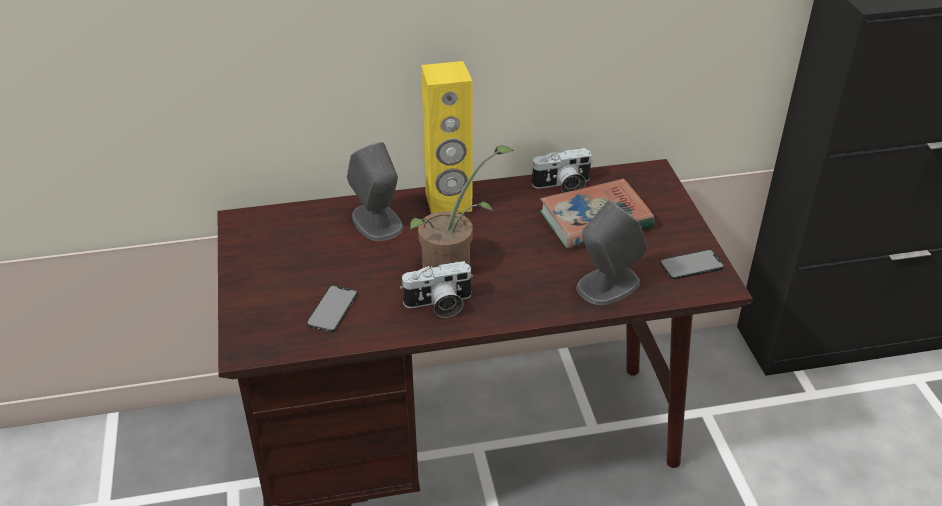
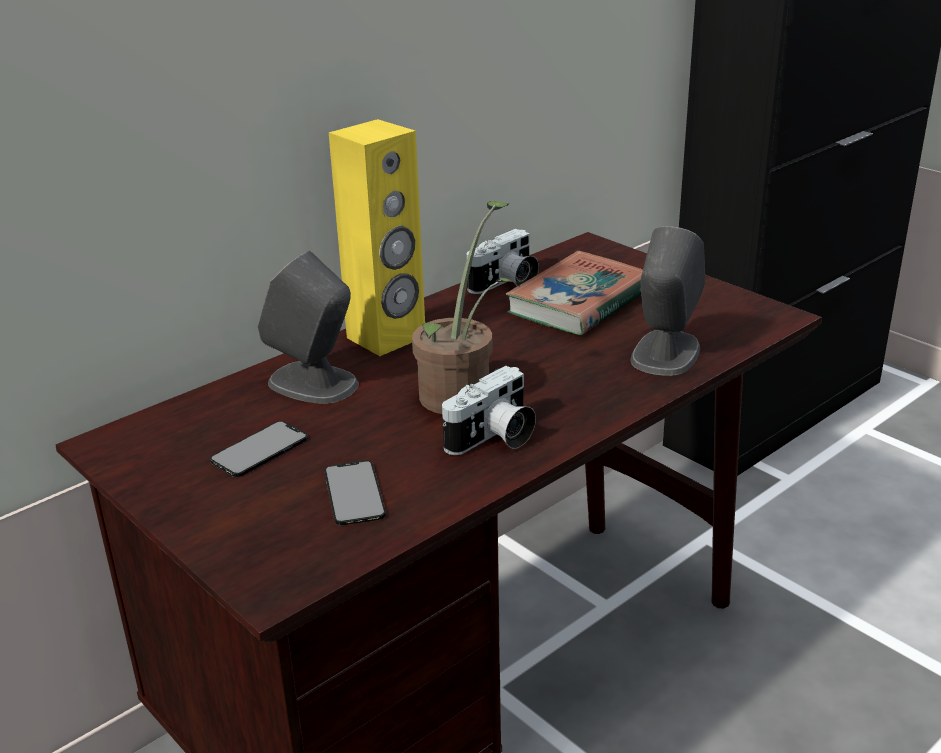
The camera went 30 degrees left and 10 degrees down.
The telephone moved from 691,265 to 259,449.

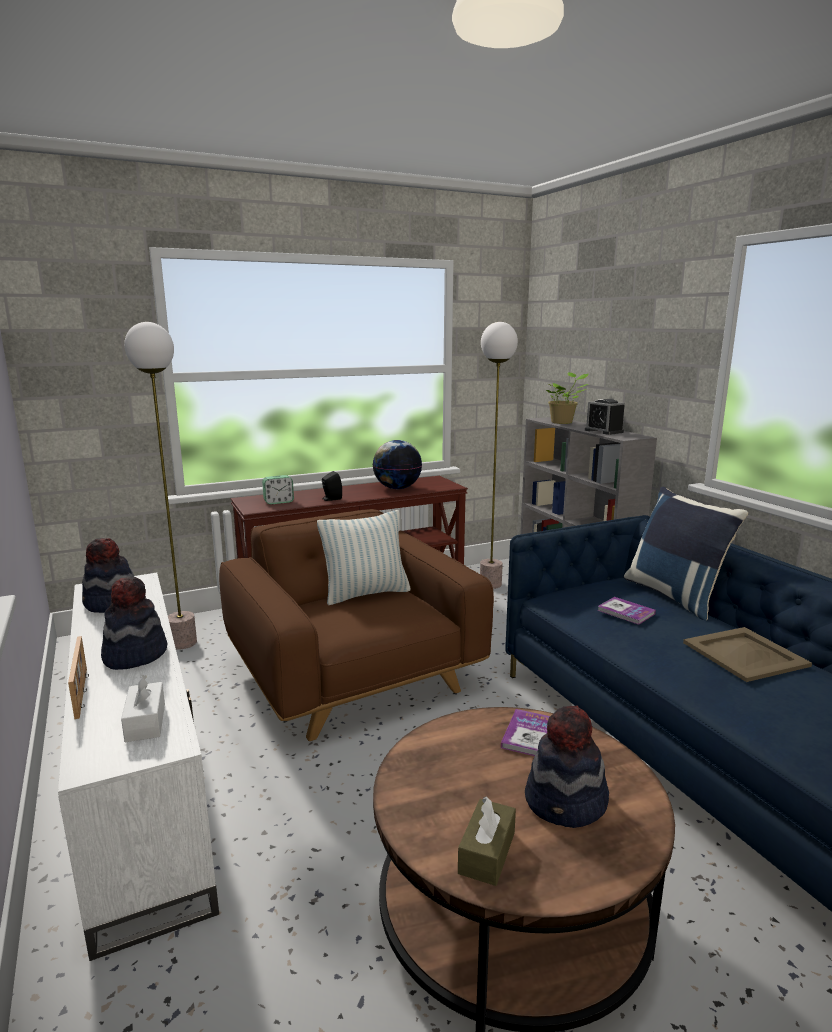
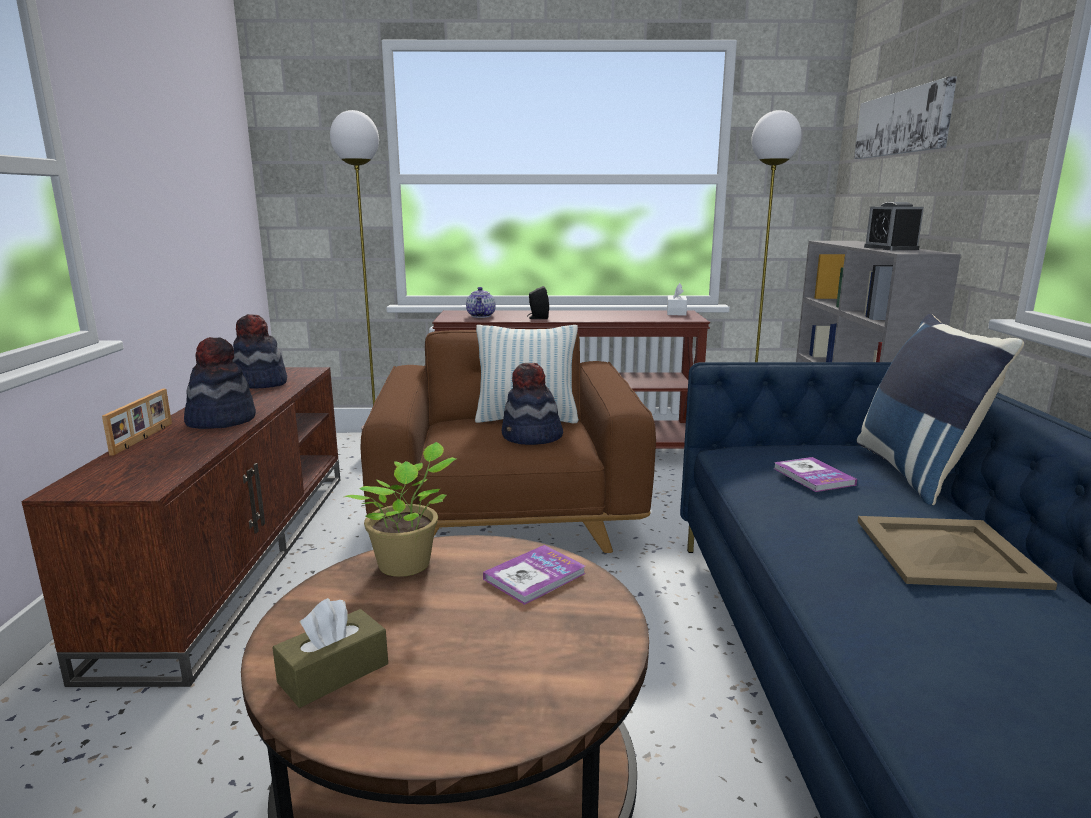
The camera went 25 degrees right and 0 degrees up.
The world globe at 397,488 disappeared.
The wall art at 902,123 appeared.
The whitish tissue holder moved from 145,722 to 676,312.
The wearable hat moved from 566,802 to 531,437.
The plant in a pot moved from 563,422 to 408,565.
The bedside clock at 278,502 was replaced by the pot for tea at 481,316.
The whitish tv stand at 138,778 became the brown-coloured tv stand at 238,554.

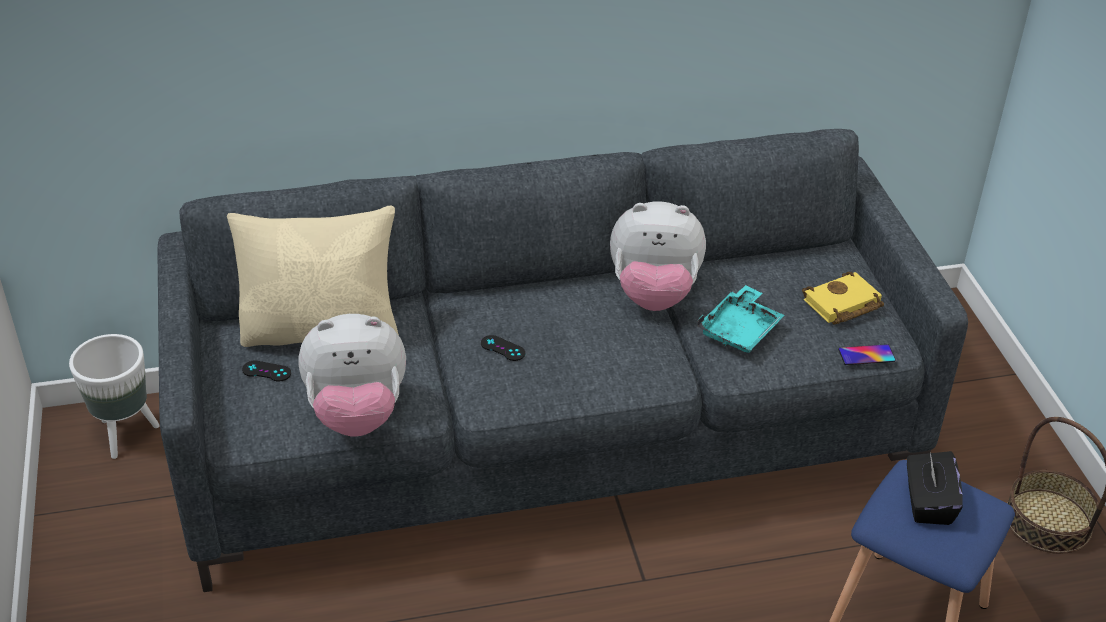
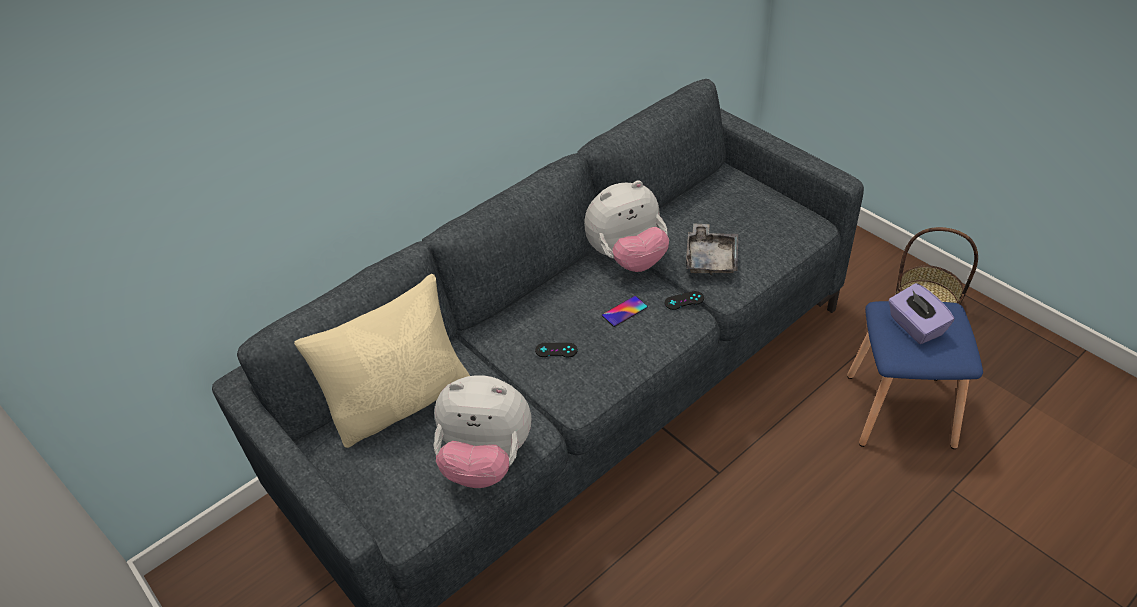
The camera went 25 degrees left and 5 degrees up.
The whitish plant pot at 125,434 disappeared.
The yellow book at 842,305 disappeared.
The blackish gamepad moved from 266,371 to 684,300.
The telephone moved from 866,355 to 624,311.
The blue-green tray at 740,330 became the greyish tray at 711,258.
The blackish tissue holder at 927,503 became the purplish tissue holder at 915,326.
The soft toy at 357,414 turned 45 degrees clockwise.

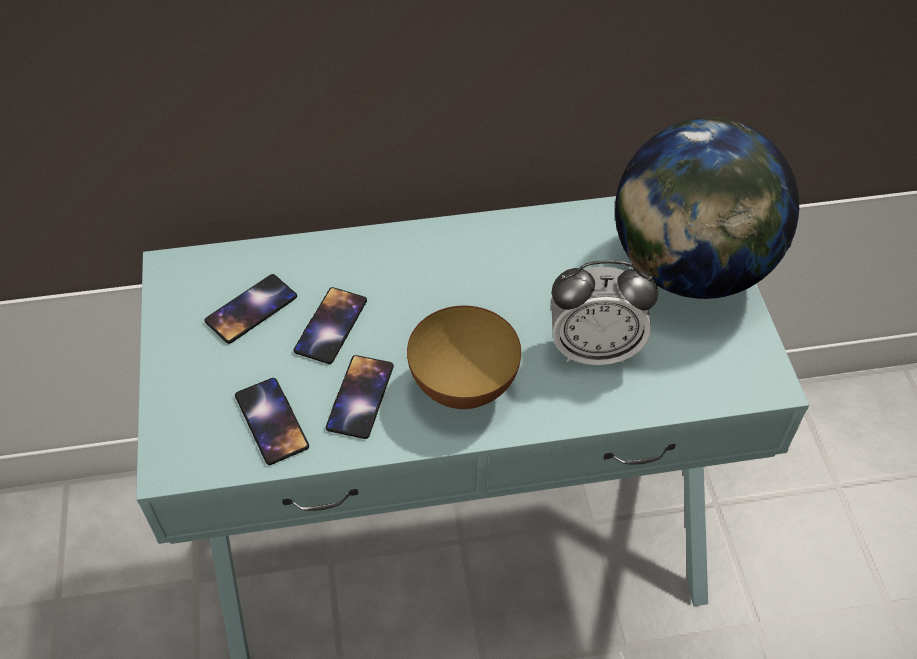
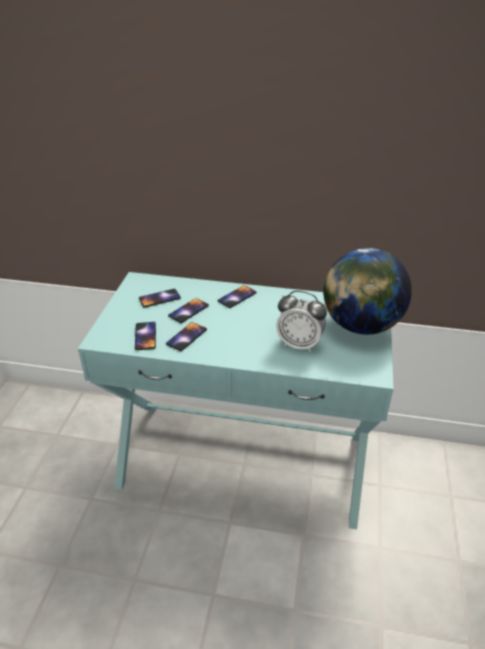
The camera went 20 degrees right and 15 degrees down.
The deep dish at 463,386 disappeared.
The telephone at 237,297 appeared.

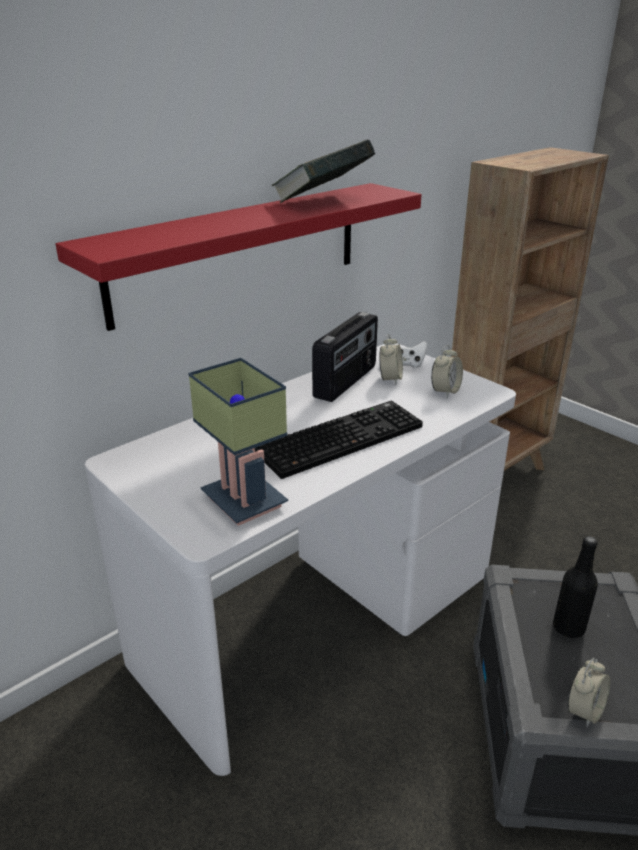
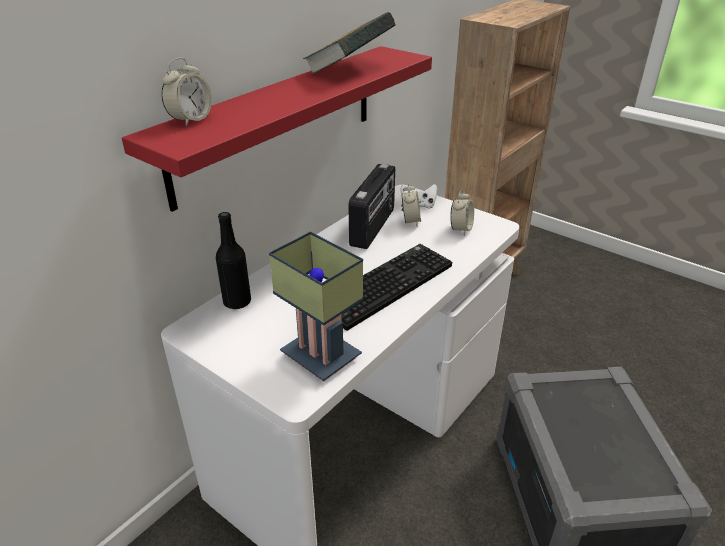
The camera went 10 degrees left and 5 degrees up.
The blackish drink bottle moved from 568,628 to 237,302.
The bedside clock moved from 584,711 to 191,120.

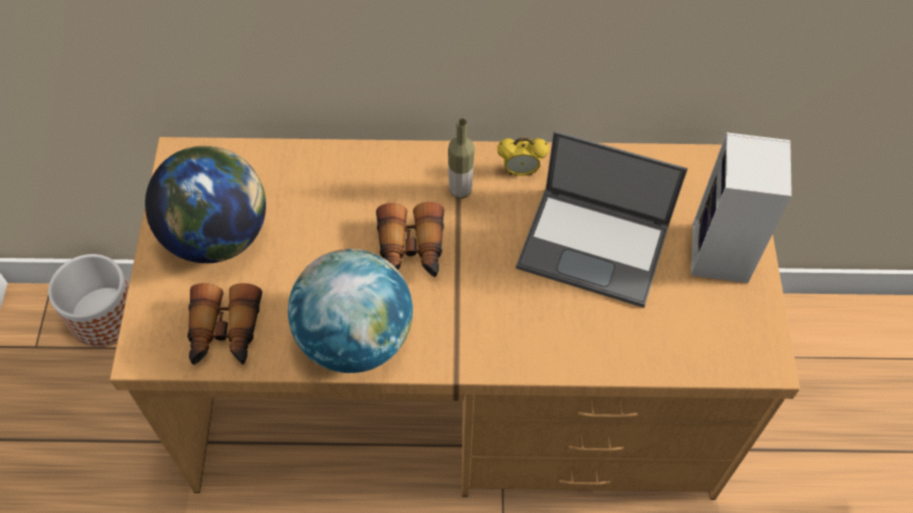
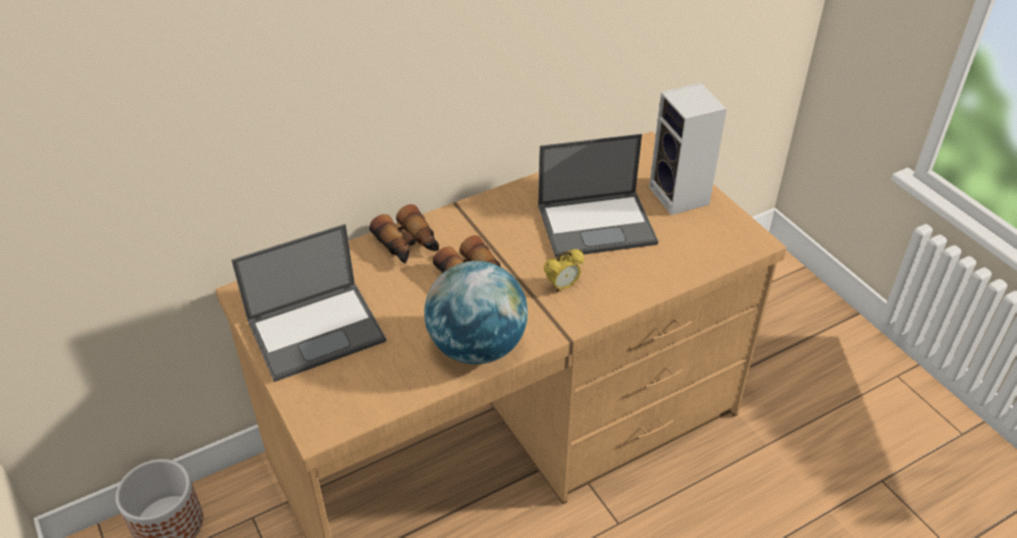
The camera went 30 degrees left and 15 degrees down.
The drink bottle at 460,190 disappeared.
The binoculars moved from 224,333 to 408,245.
The bedside clock moved from 520,171 to 562,286.
The world globe at 218,235 was replaced by the laptop at 317,330.

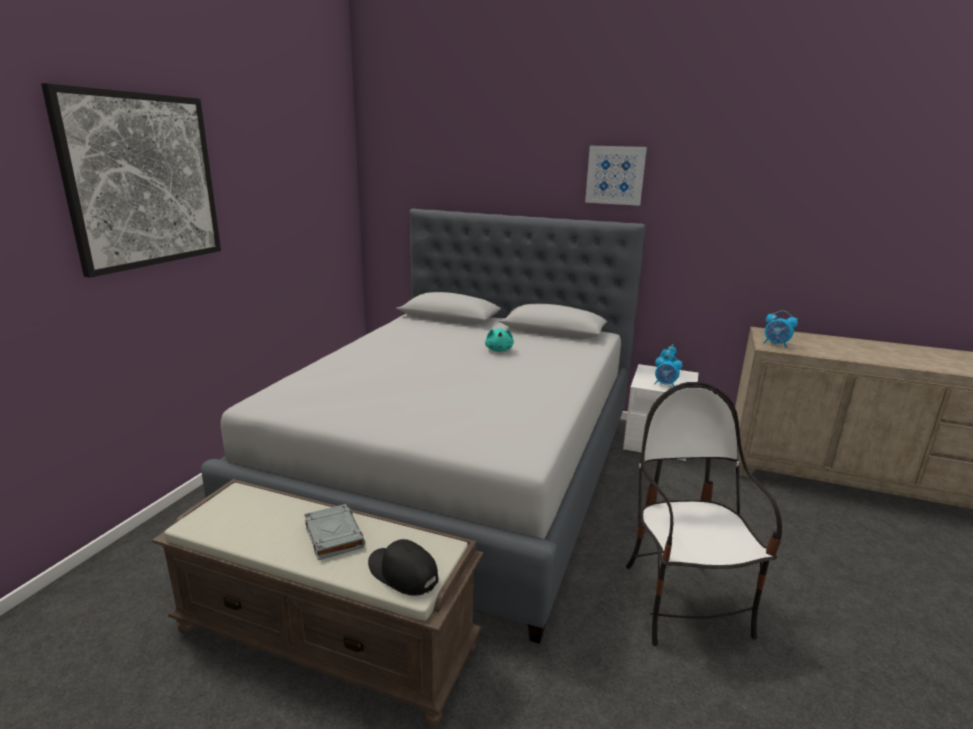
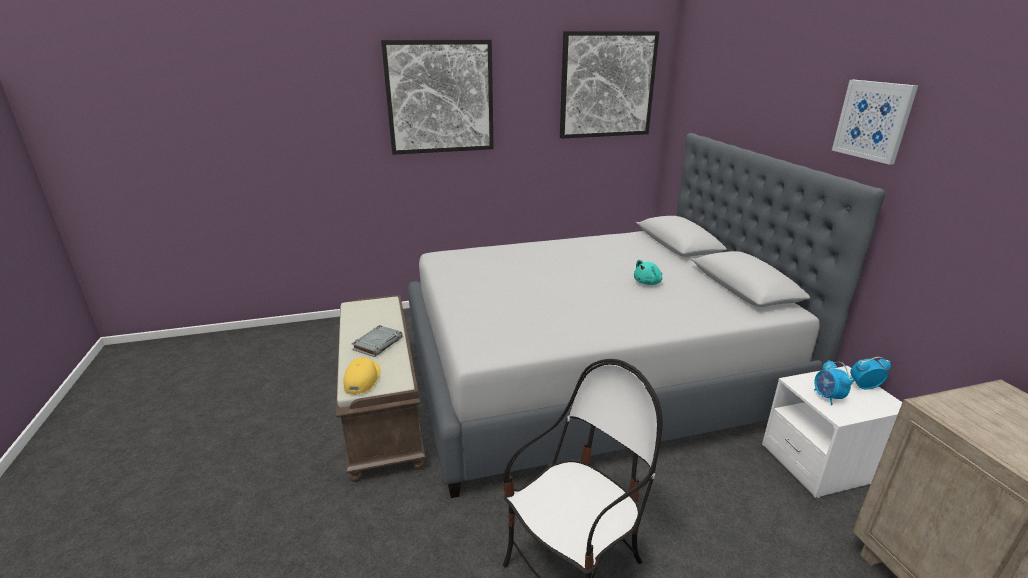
The camera went 55 degrees right and 5 degrees up.
The bedside clock at 776,344 disappeared.
The wall art at 607,85 appeared.
The blackish cap at 402,573 became the yellow cap at 363,379.

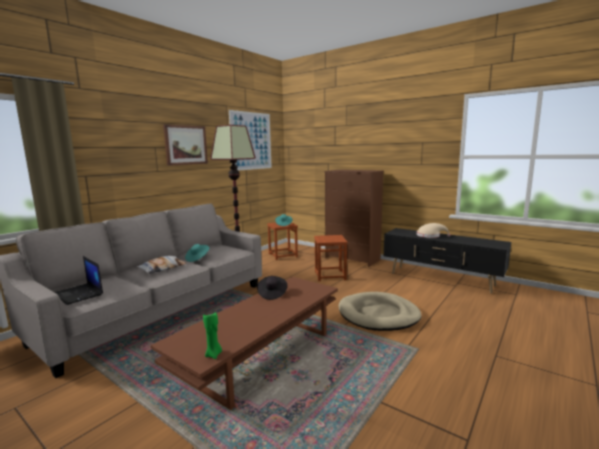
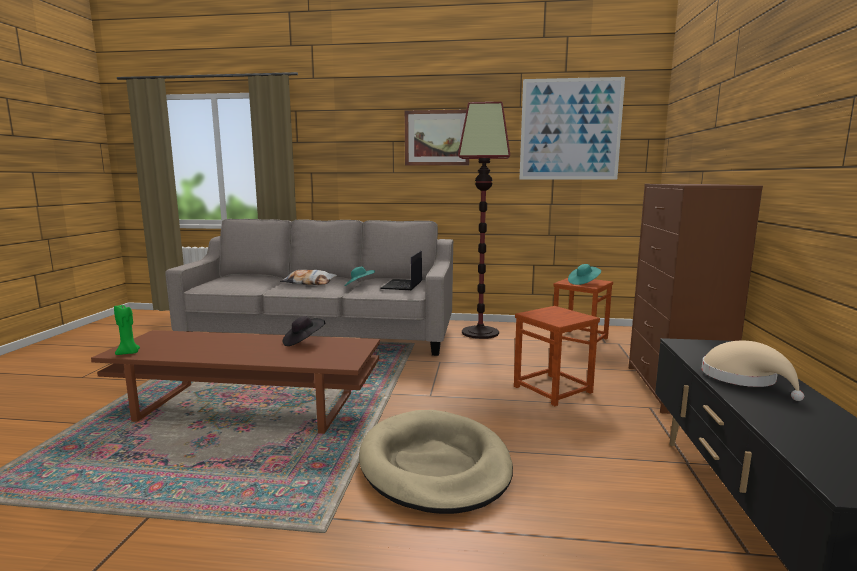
The camera went 60 degrees right and 0 degrees up.
The laptop moved from 79,294 to 402,285.

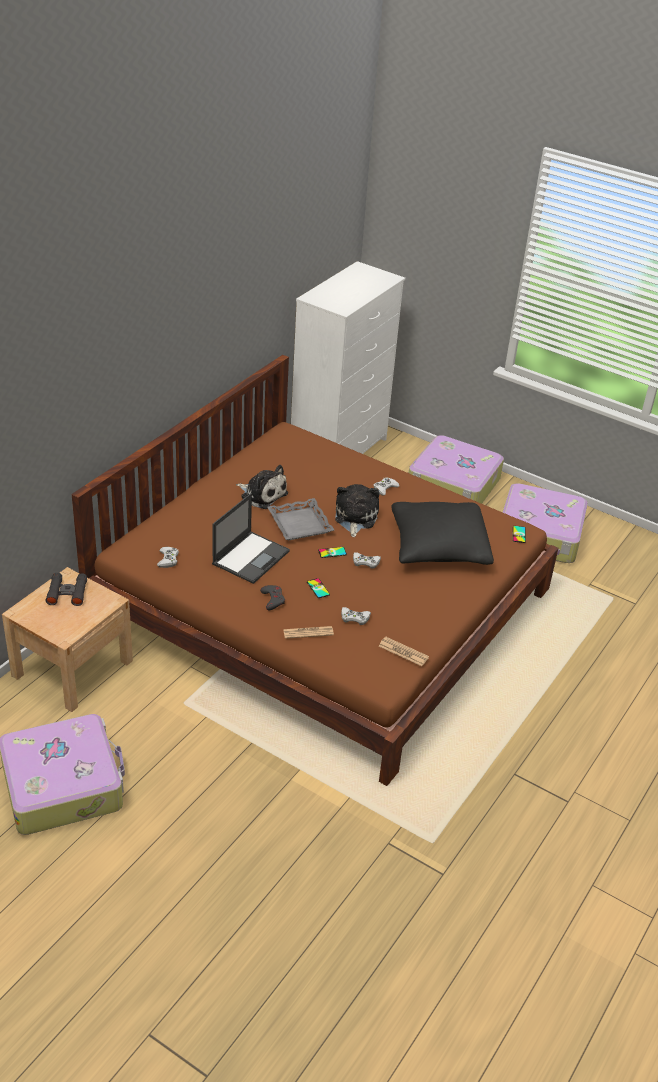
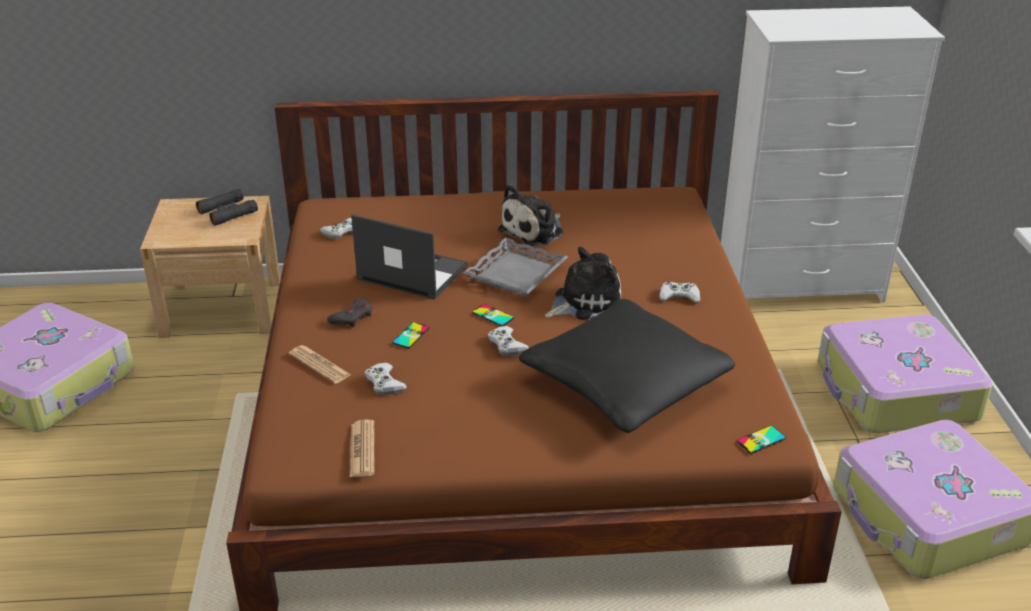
The camera went 55 degrees right and 5 degrees down.
The laptop at 251,557 turned 150 degrees counterclockwise.
The soft toy at 262,494 turned 45 degrees clockwise.

